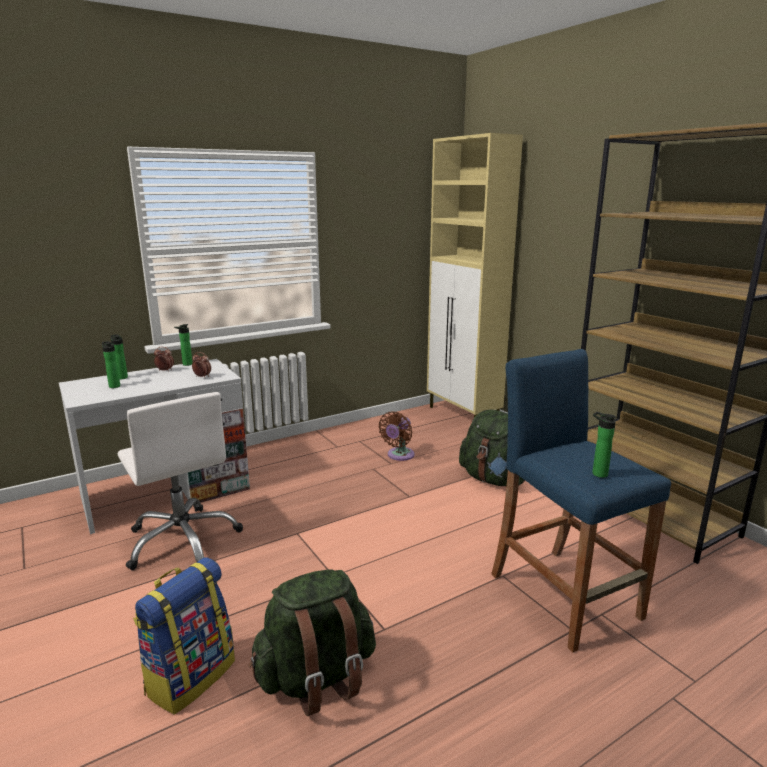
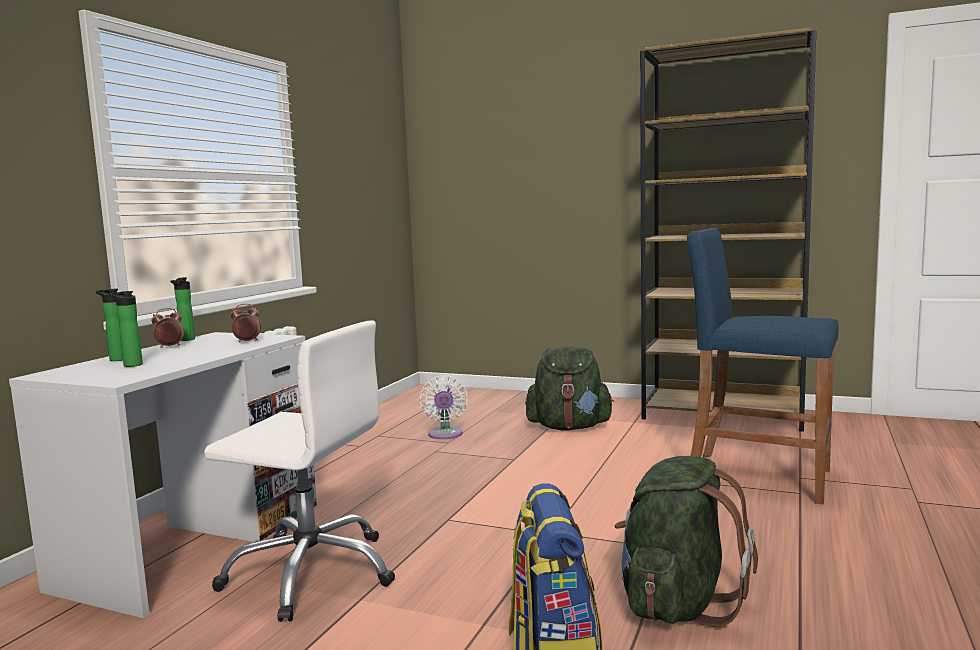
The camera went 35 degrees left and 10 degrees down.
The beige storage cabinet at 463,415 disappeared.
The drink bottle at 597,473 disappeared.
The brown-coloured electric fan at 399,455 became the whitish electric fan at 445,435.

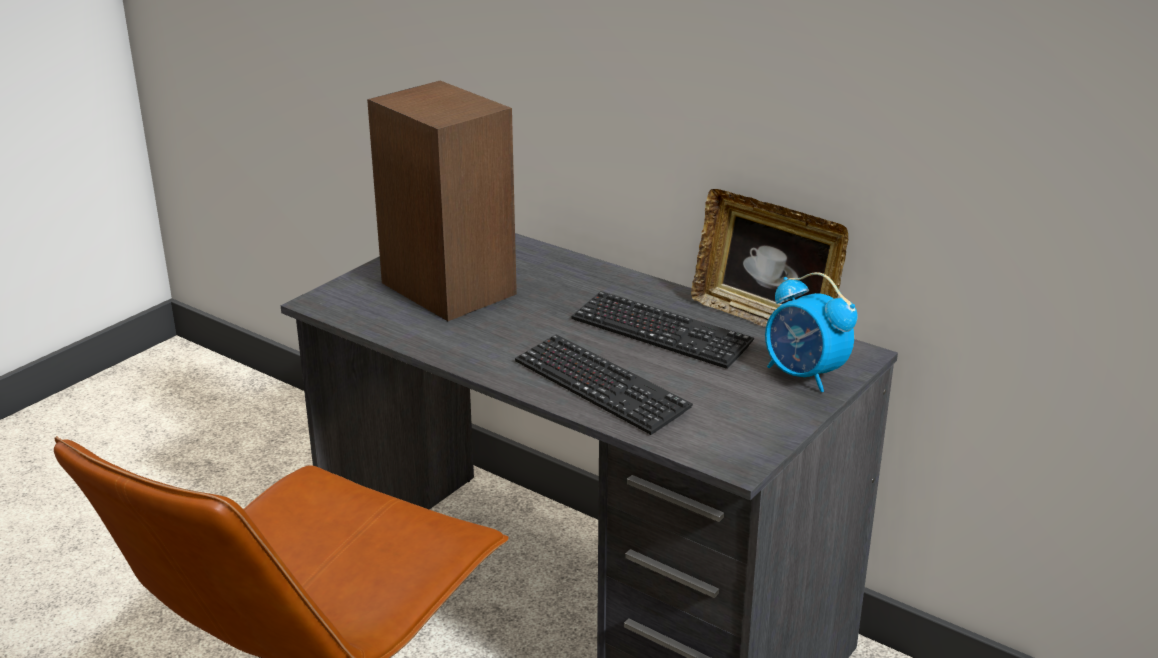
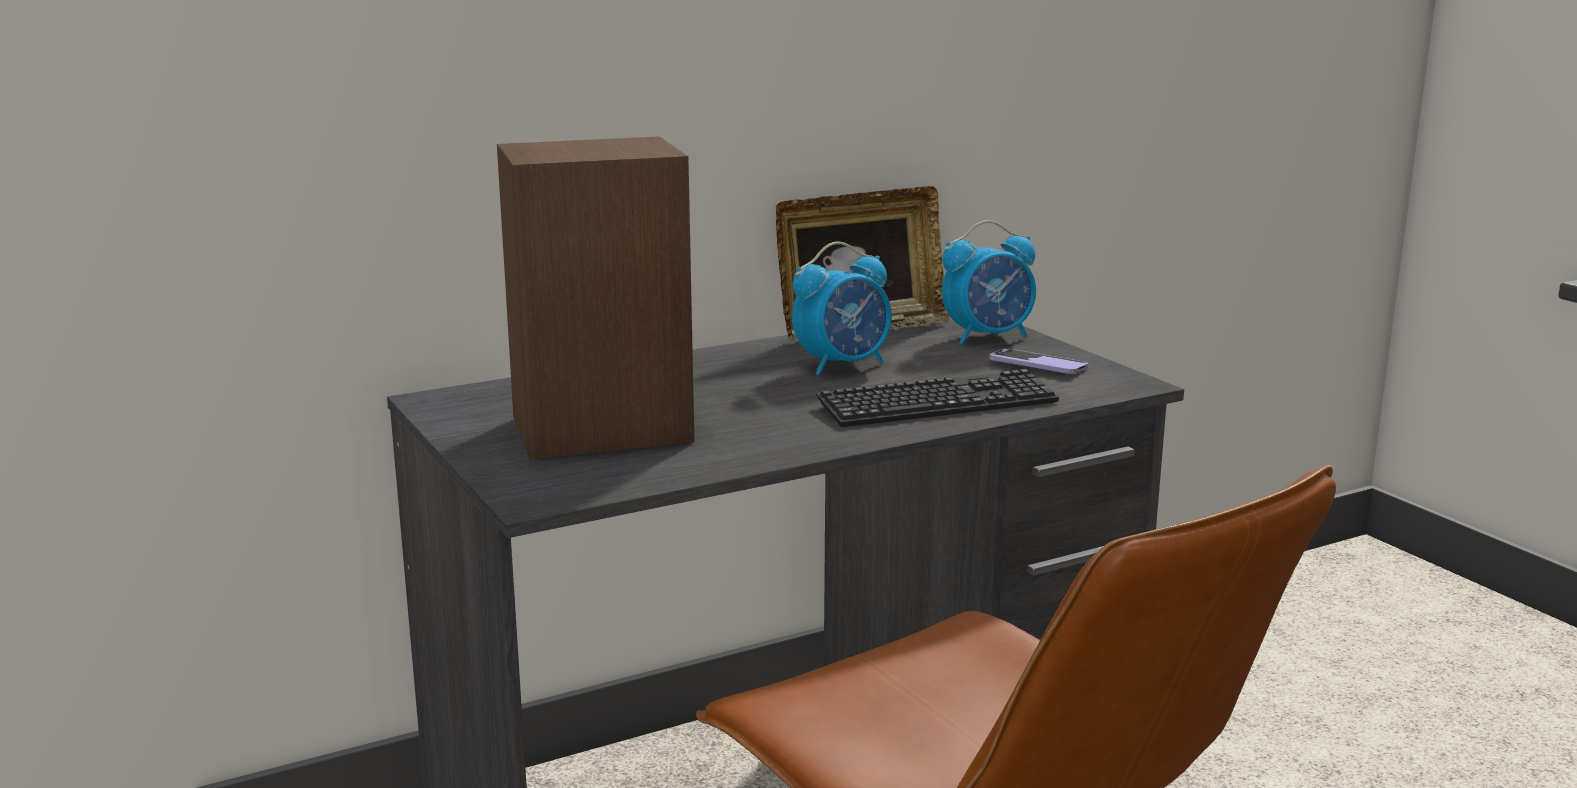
The camera went 65 degrees left and 10 degrees down.
The telephone at 1038,365 appeared.
The PC keyboard at 660,333 was replaced by the bedside clock at 843,365.

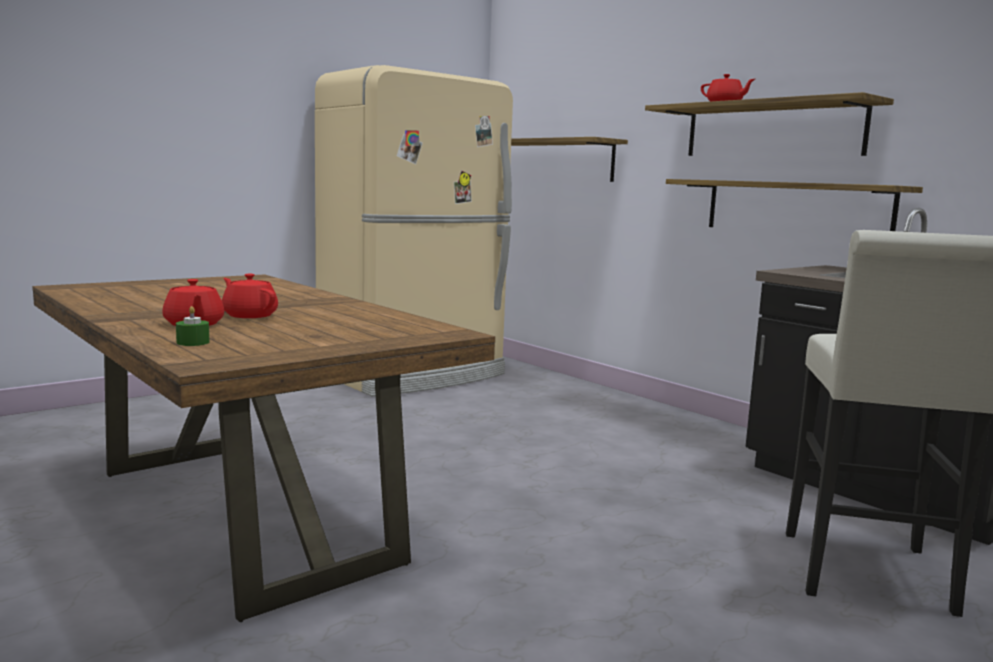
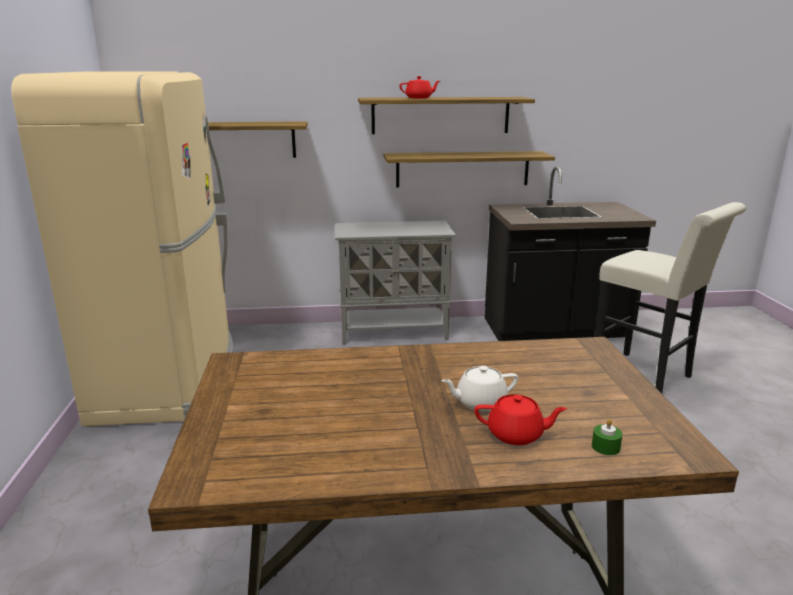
The camera went 55 degrees left and 10 degrees up.
The greyish storage cabinet at 394,331 appeared.
The red-coloured pot for tea at 249,315 became the whitish pot for tea at 480,402.

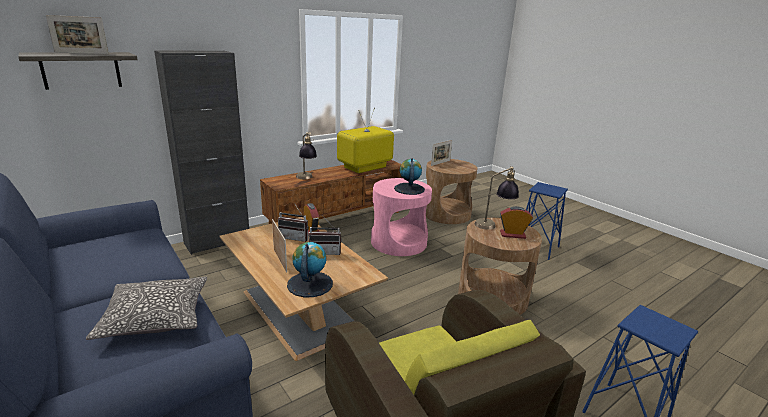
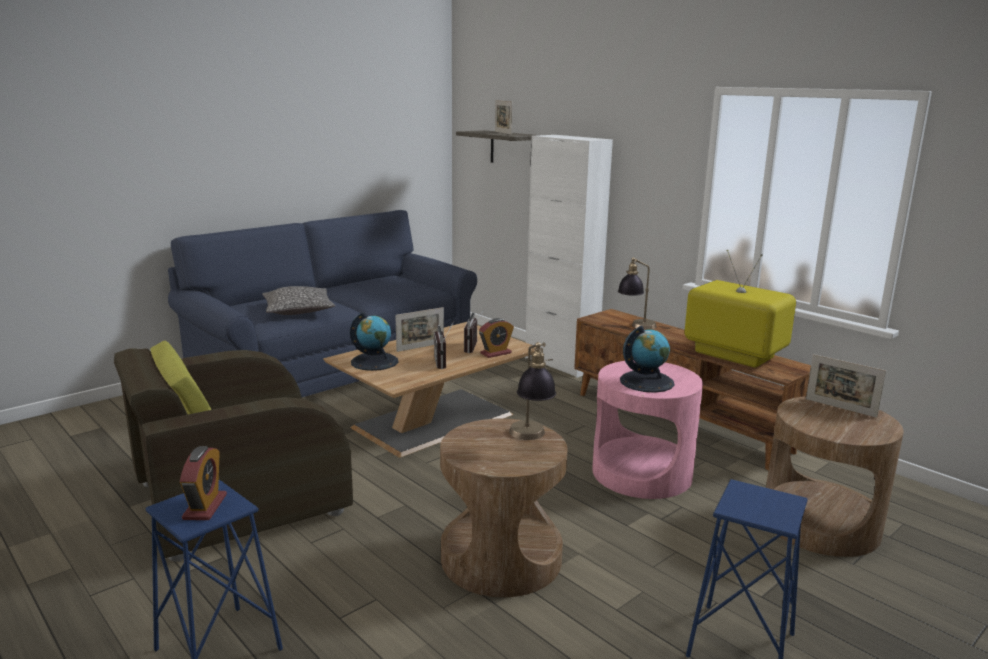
The camera went 85 degrees right and 5 degrees down.
The bedside clock moved from 512,235 to 205,507.
The blackish storage cabinet at 217,241 became the whitish storage cabinet at 560,364.

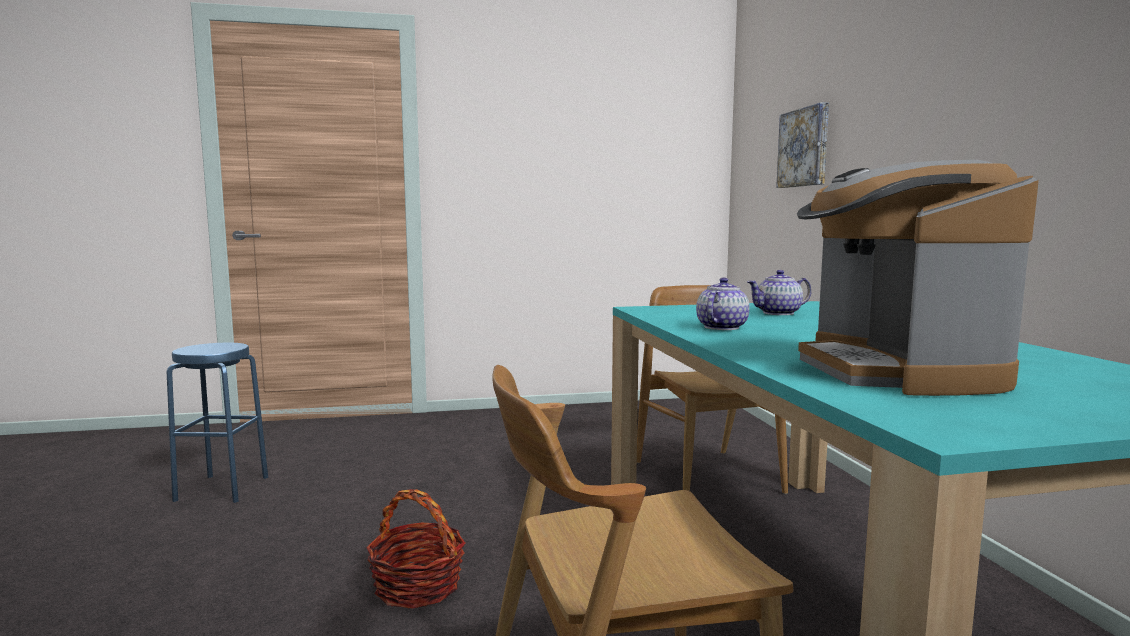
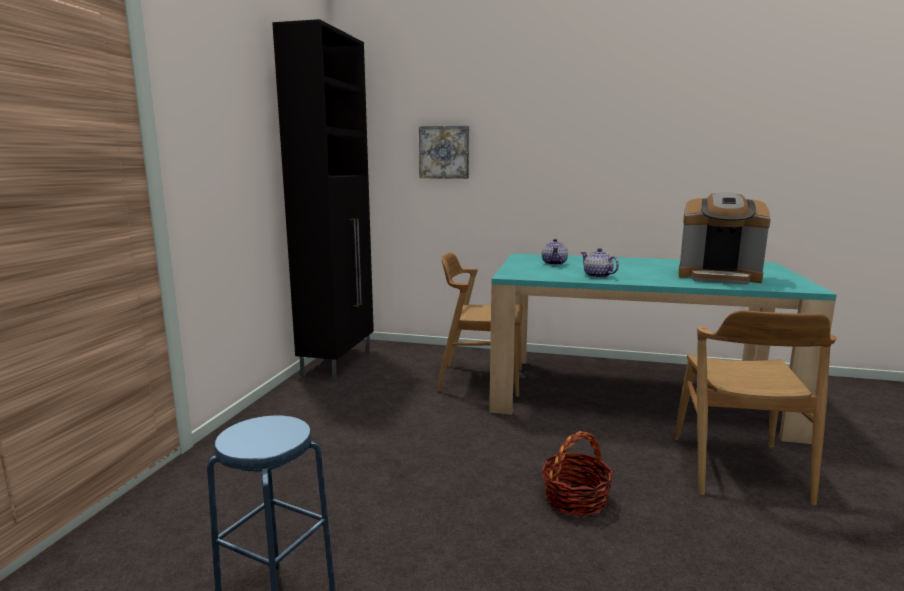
The camera went 65 degrees left and 5 degrees up.
The blackish storage cabinet at 339,362 appeared.

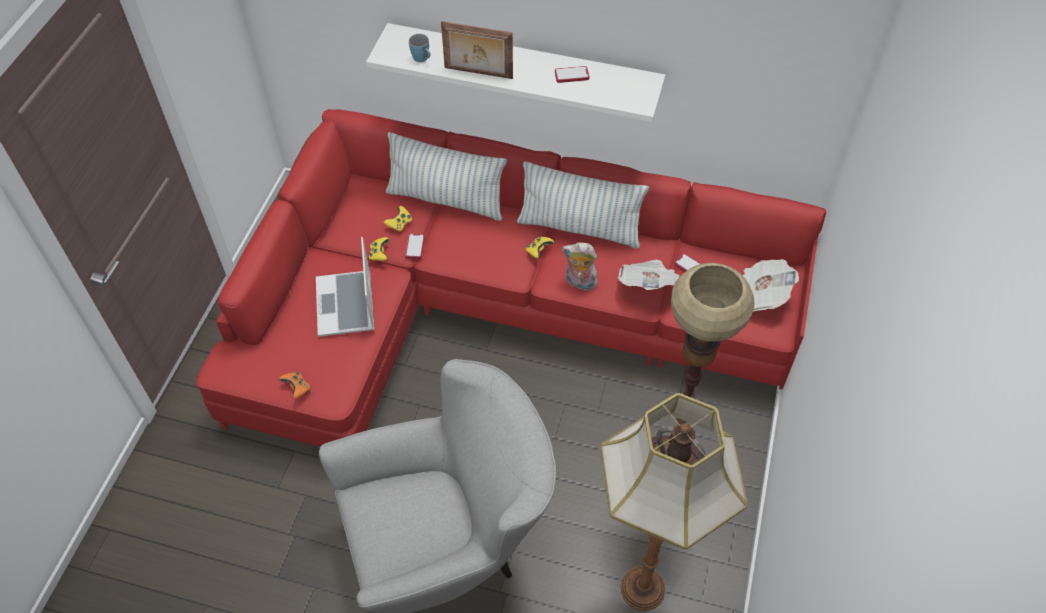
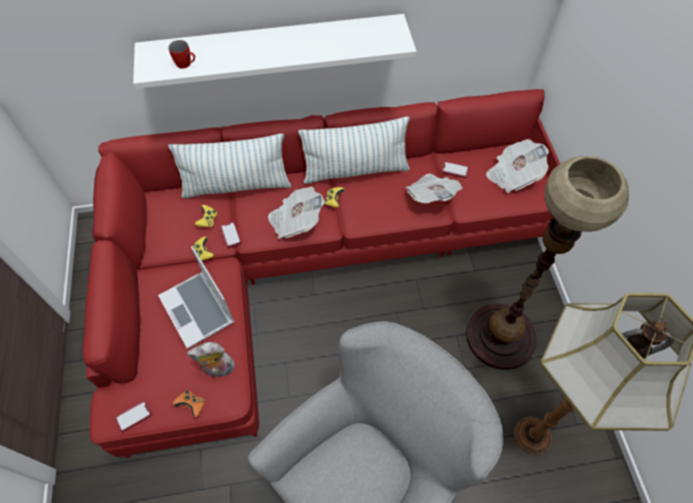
The camera went 25 degrees left and 5 degrees up.
The standing frame at 478,73 disappeared.
The printed paper at 296,221 appeared.
The telephone moved from 571,75 to 134,416.
The soft toy moved from 579,283 to 217,369.
The bluish mug at 422,59 became the red-coloured mug at 186,64.

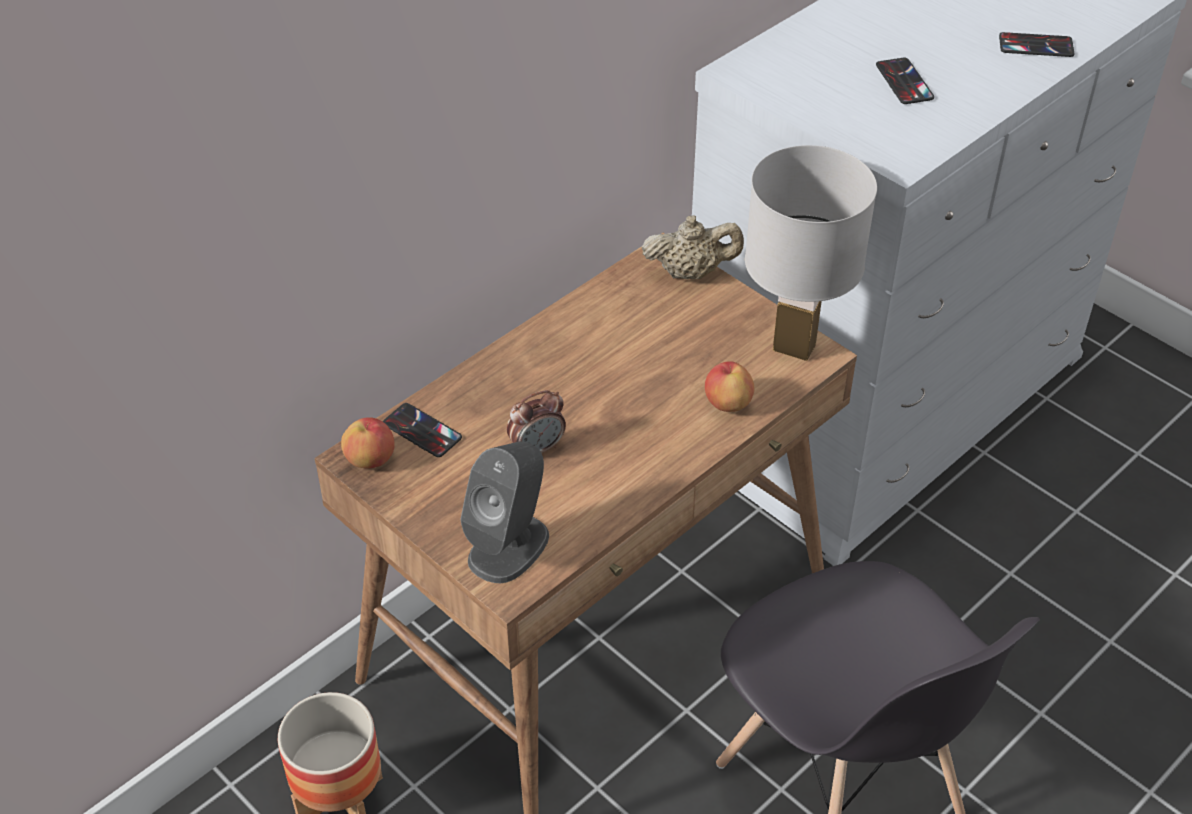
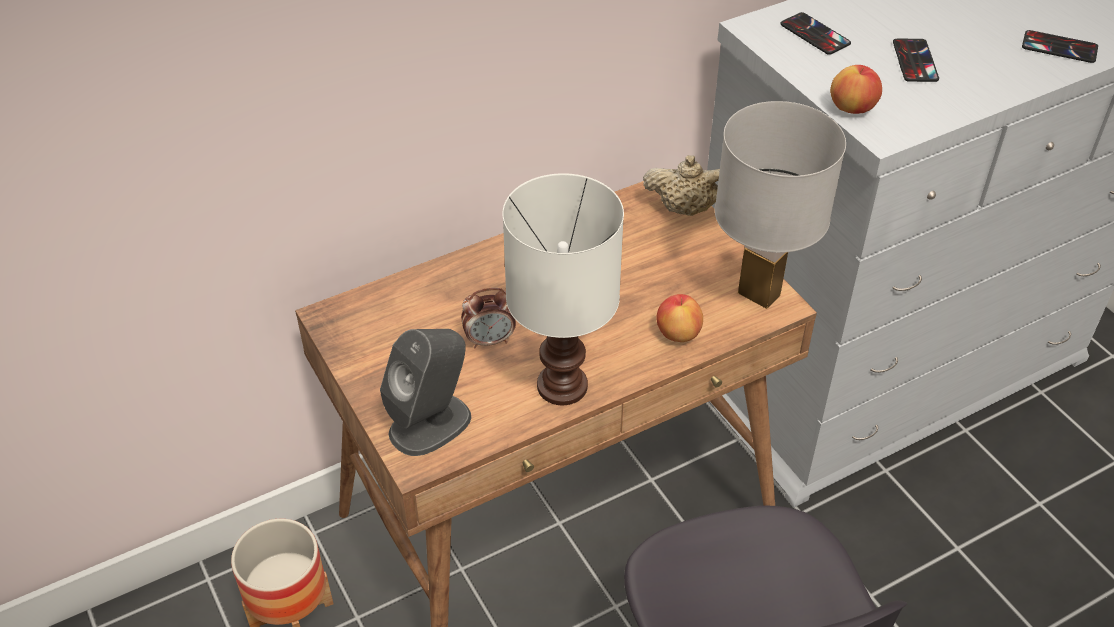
The camera went 15 degrees right and 0 degrees up.
The whitish tabletop lamp at 564,385 appeared.
The apple moved from 371,459 to 852,108.
The telephone moved from 422,431 to 814,34.

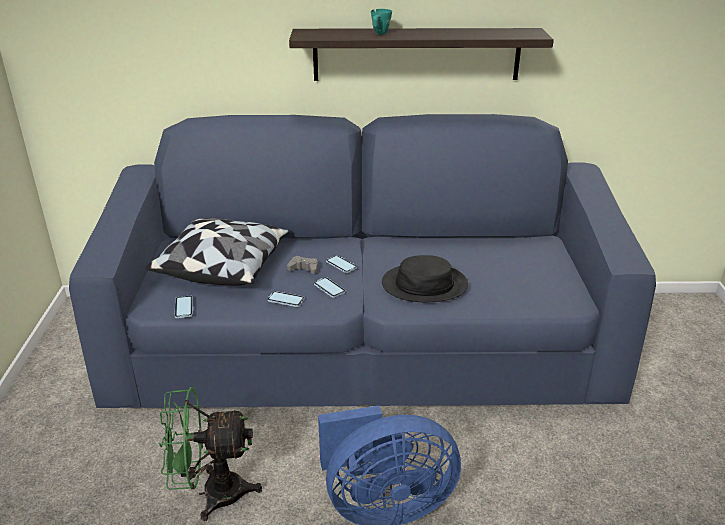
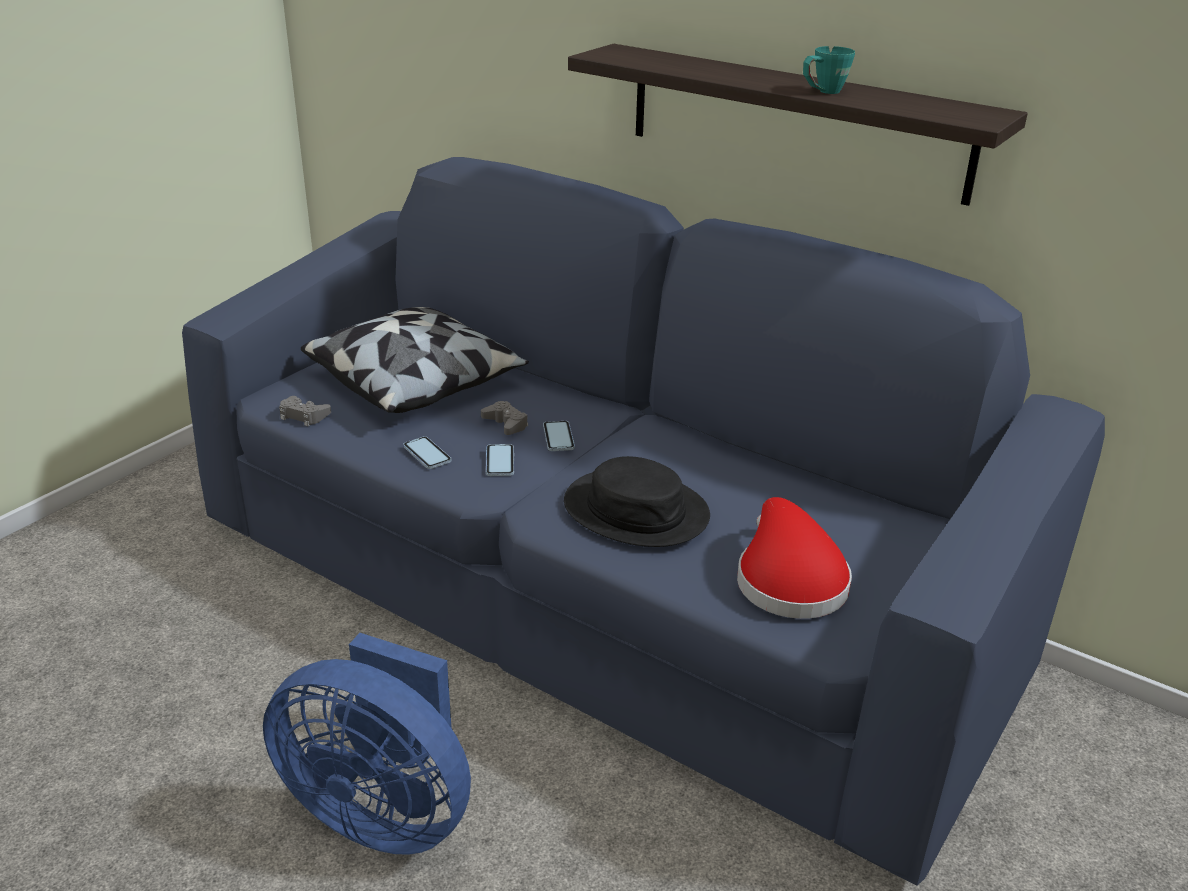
The camera went 35 degrees right and 0 degrees up.
The green-coloured electric fan at 212,493 disappeared.
The red-coloured wearable hat at 788,579 appeared.
The blue-green mug moved from 379,34 to 823,92.
The telephone at 184,308 was replaced by the greyish gamepad at 303,416.

